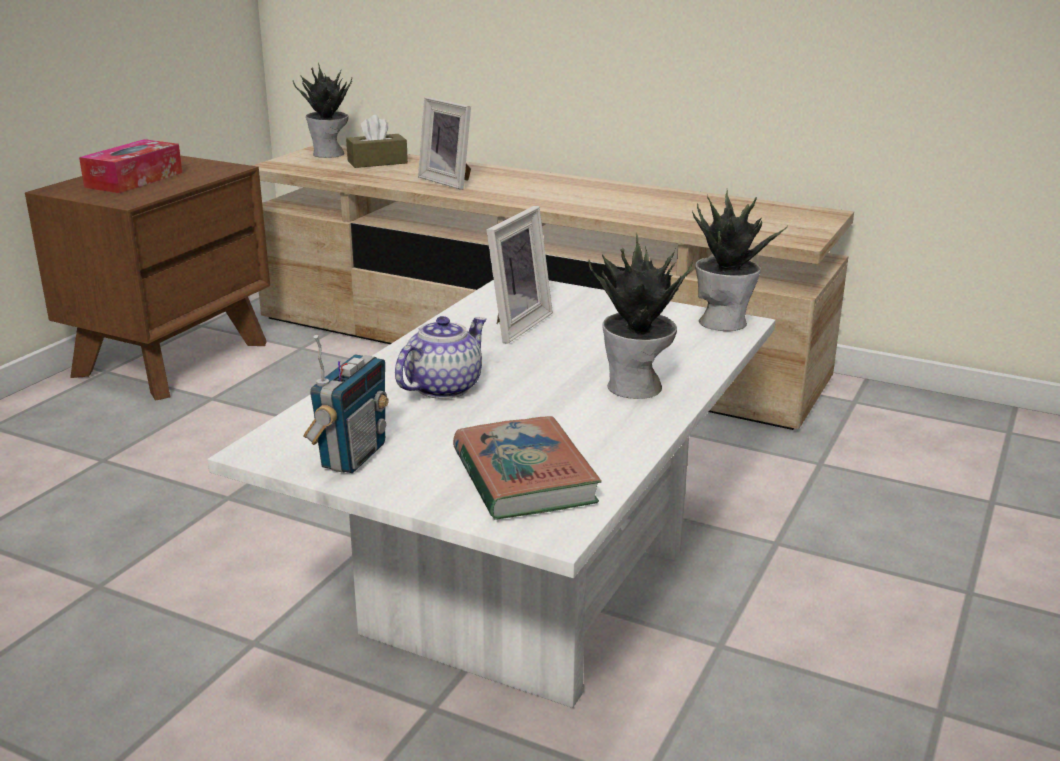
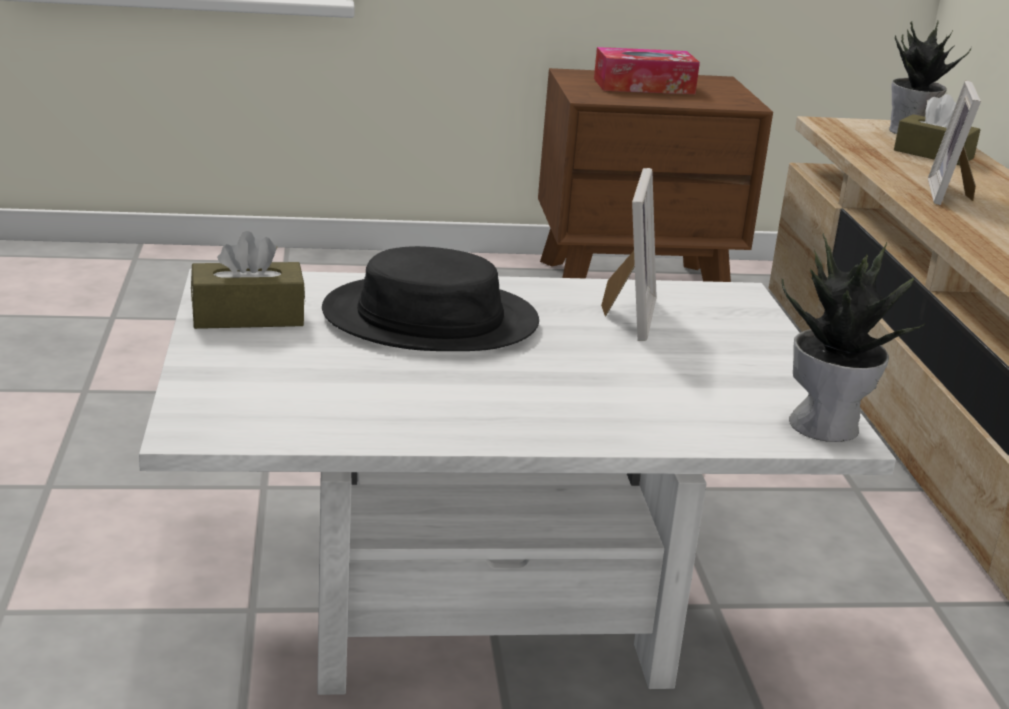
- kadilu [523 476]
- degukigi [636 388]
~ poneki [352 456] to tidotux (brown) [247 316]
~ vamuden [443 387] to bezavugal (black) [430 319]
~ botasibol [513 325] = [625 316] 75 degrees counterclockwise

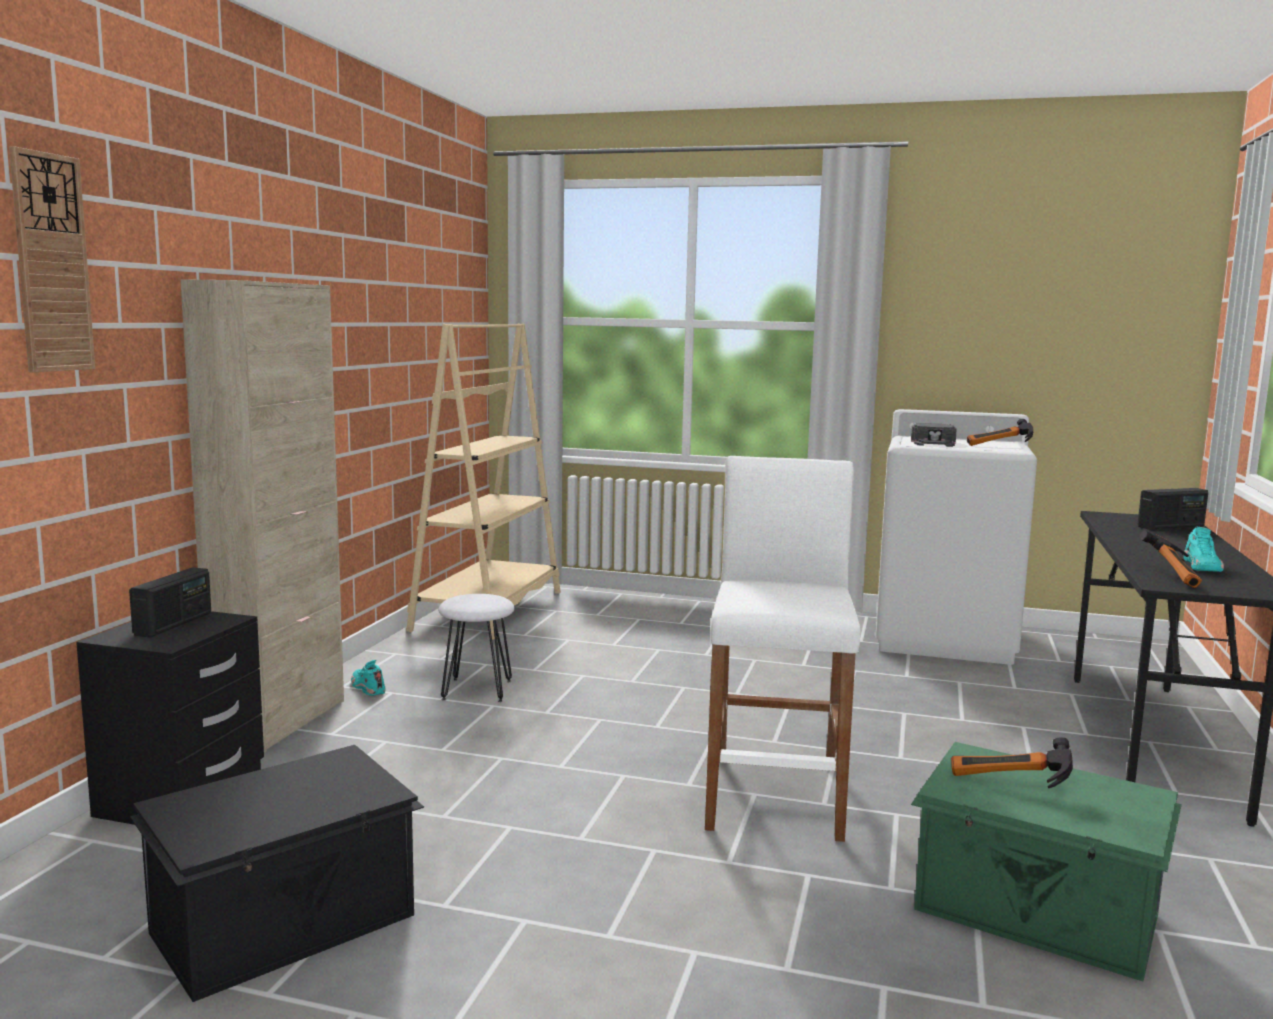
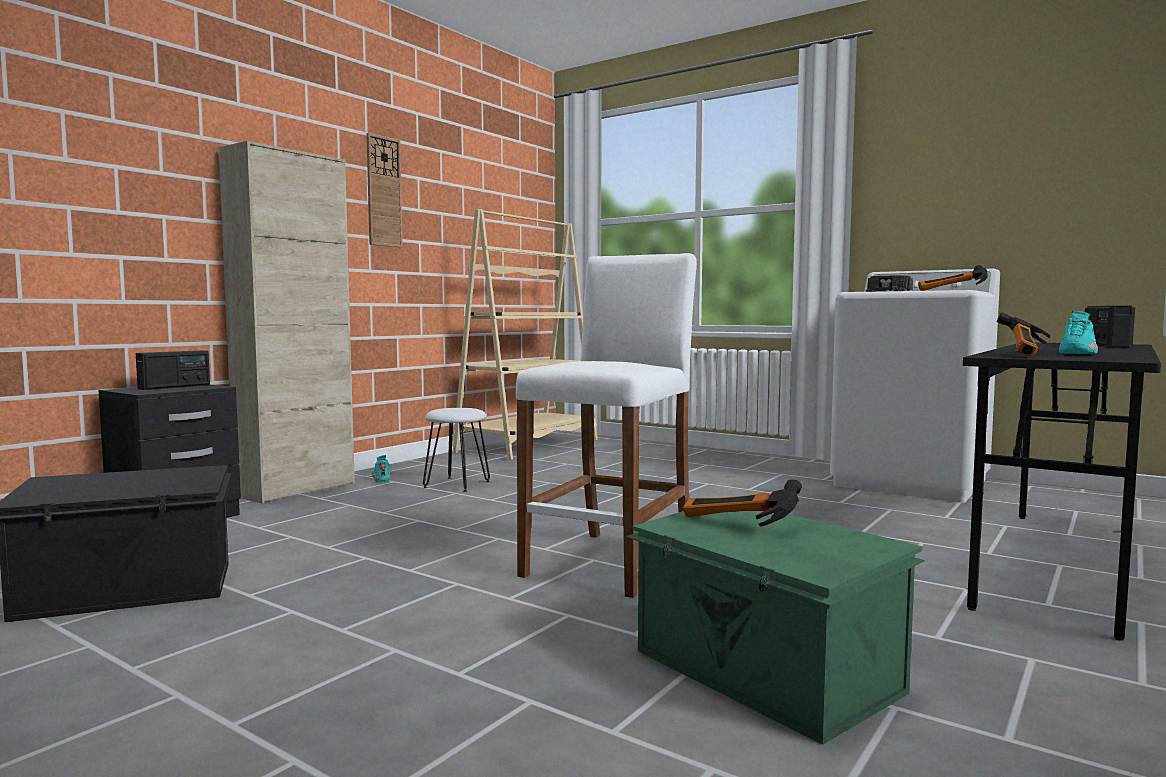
~ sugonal [51 263] to [383 191]
~ poneki [1171 527] = [1105 345] 105 degrees clockwise

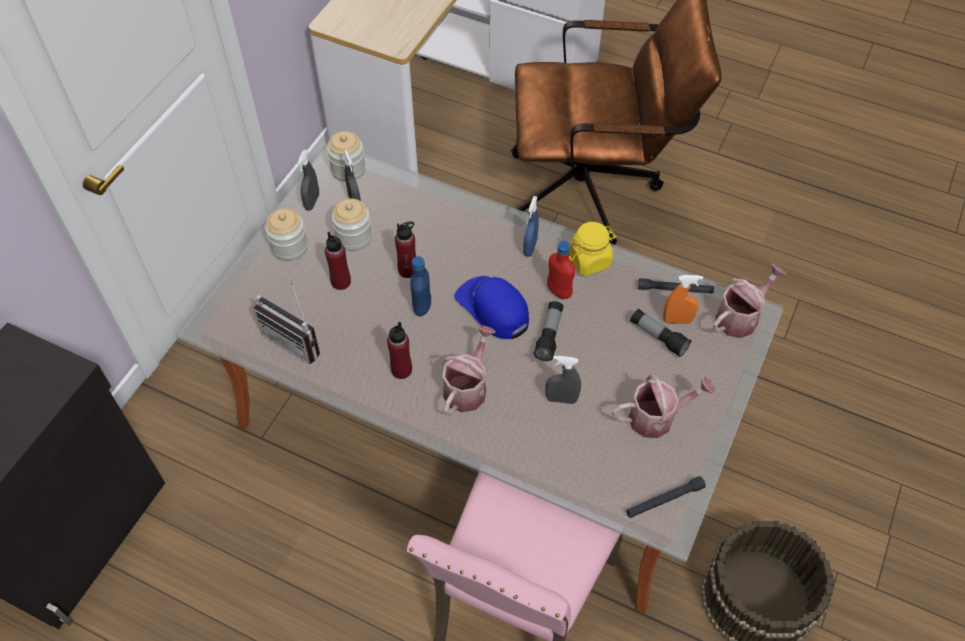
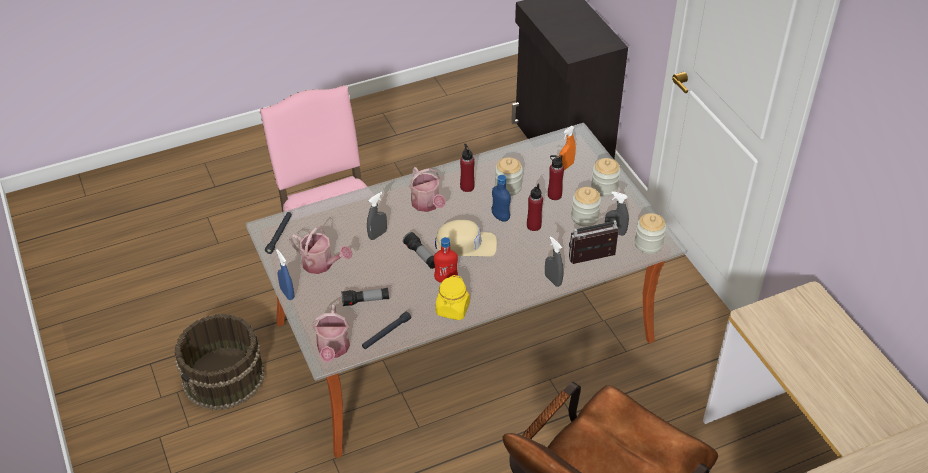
+ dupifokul [508 187]
~ poneki [297 340] to [593 261]
~ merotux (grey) [312 202] to [553 280]
~ merotux (blue) [530 247] to [287 293]
~ merotux (orange) [677 320] to [566 166]
~ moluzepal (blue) [493 309] to moluzepal (beige) [466 244]
~ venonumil [657 417] = [321 264] 90 degrees counterclockwise

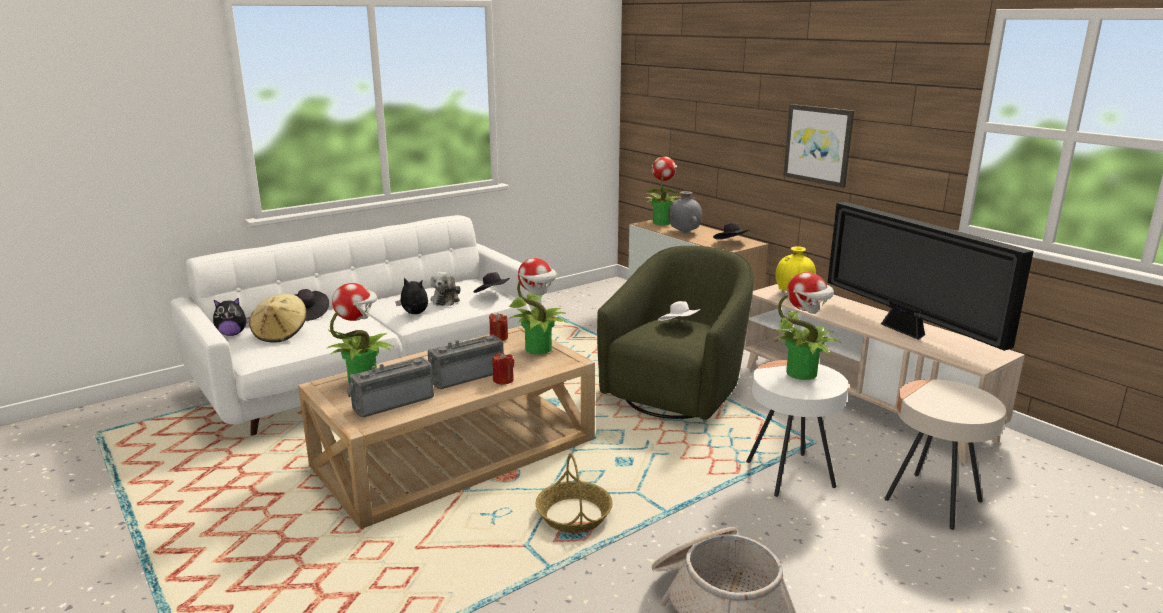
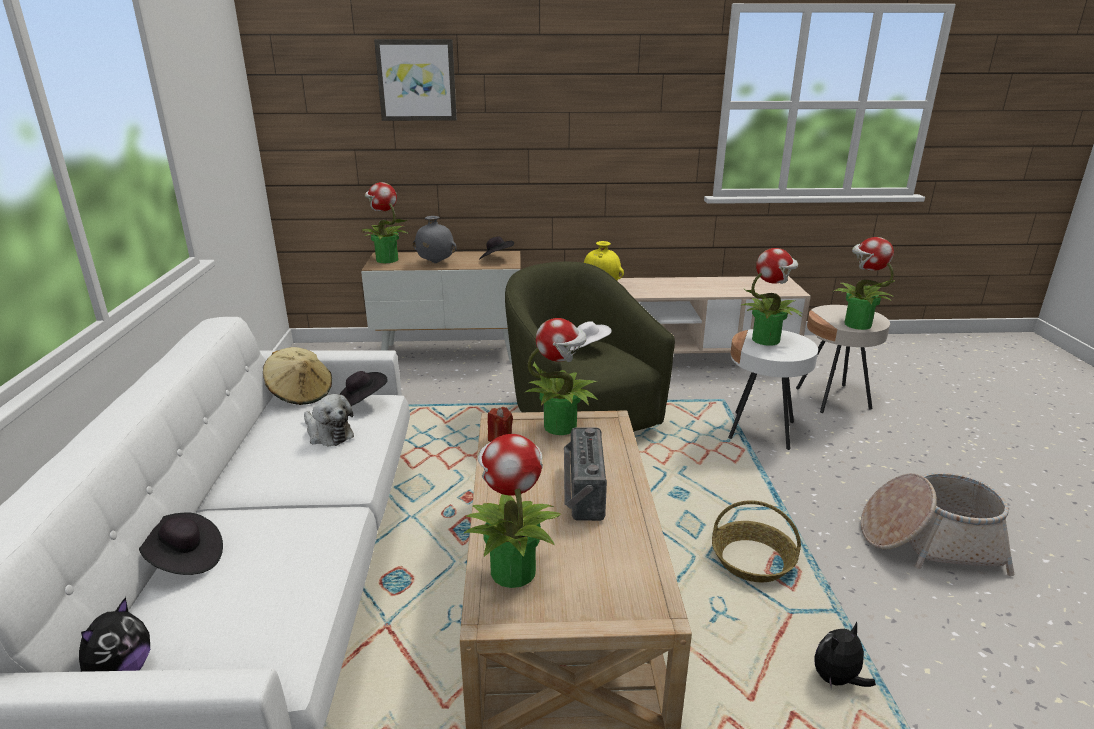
- poneki [392 402]
- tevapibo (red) [503 380]
- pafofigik [906 331]
+ degukigi [856 324]
~ bezavugal (beige) [281 334] to [301 394]
~ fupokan [414 314] to [837 680]
~ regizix [818 144] to [416 80]

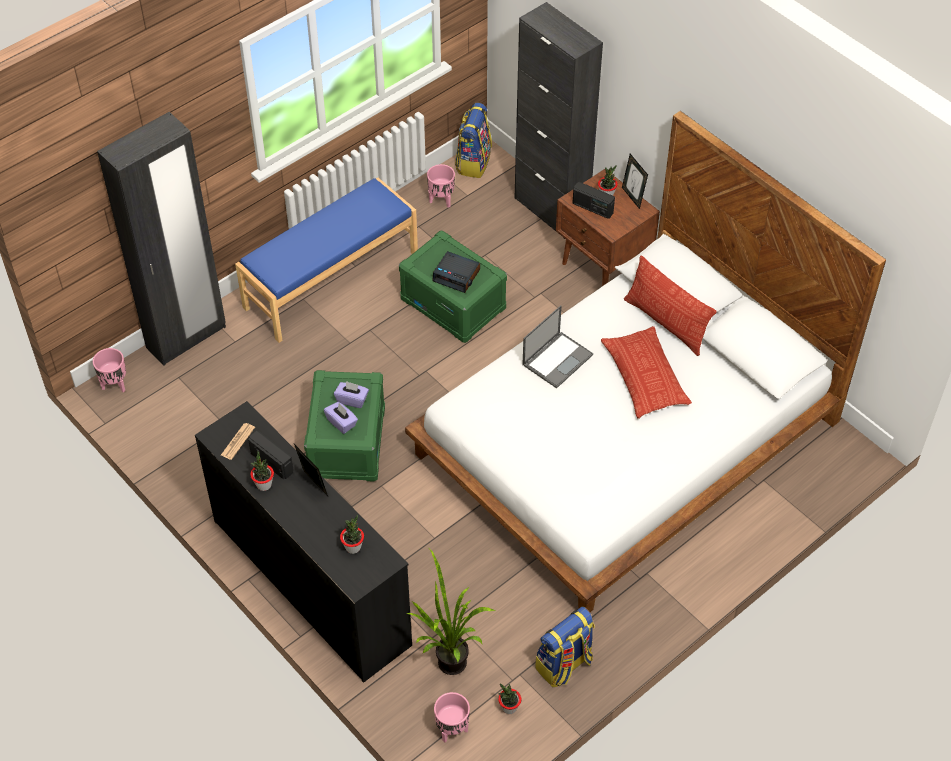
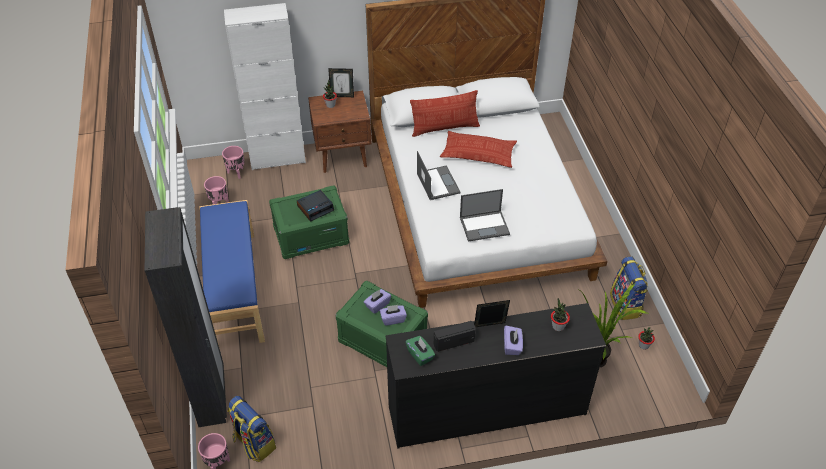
- degukigi [264 485]
- poneki [592 208]
+ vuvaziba [485 225]
+ tidotux (purple) [512 346]
~ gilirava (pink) [452 730] to [236 173]
~ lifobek [473 162] to [253 443]
~ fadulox [237 441] to tidotux (green) [420 355]
~ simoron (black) [551 210] to simoron (white) [277 158]

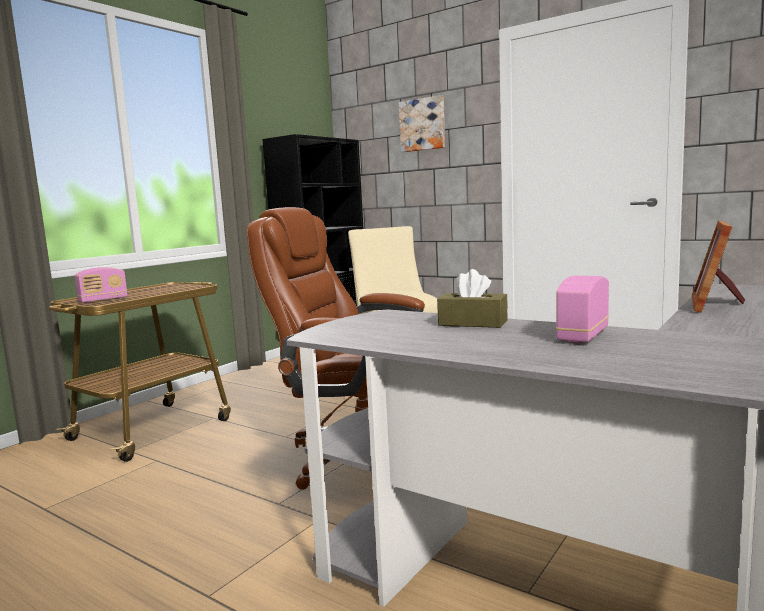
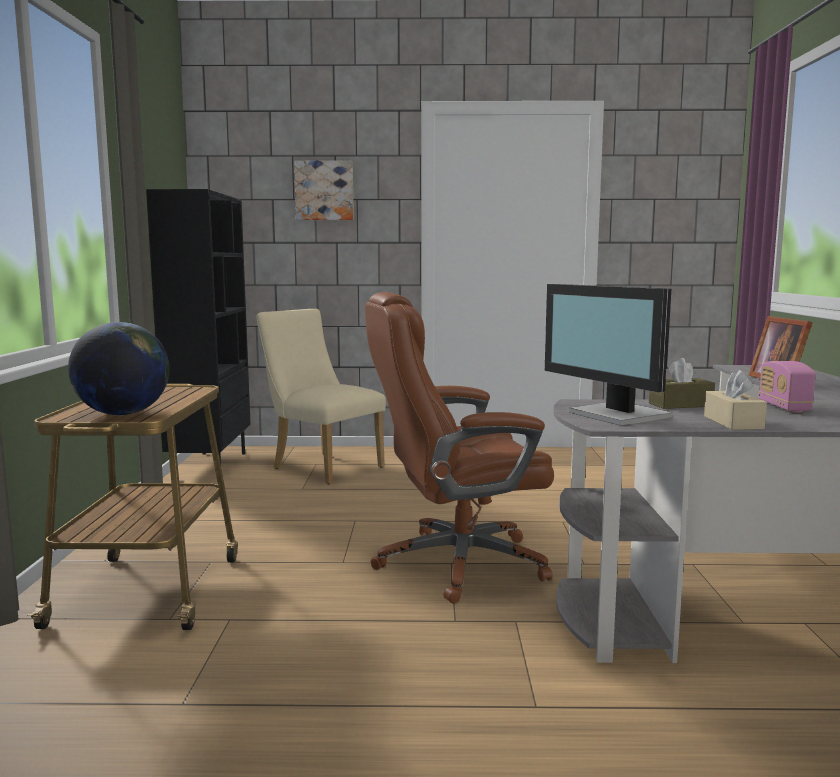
+ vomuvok [617 415]
+ tidotux (beige) [733 422]
~ poneki [103 300] to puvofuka [123 414]

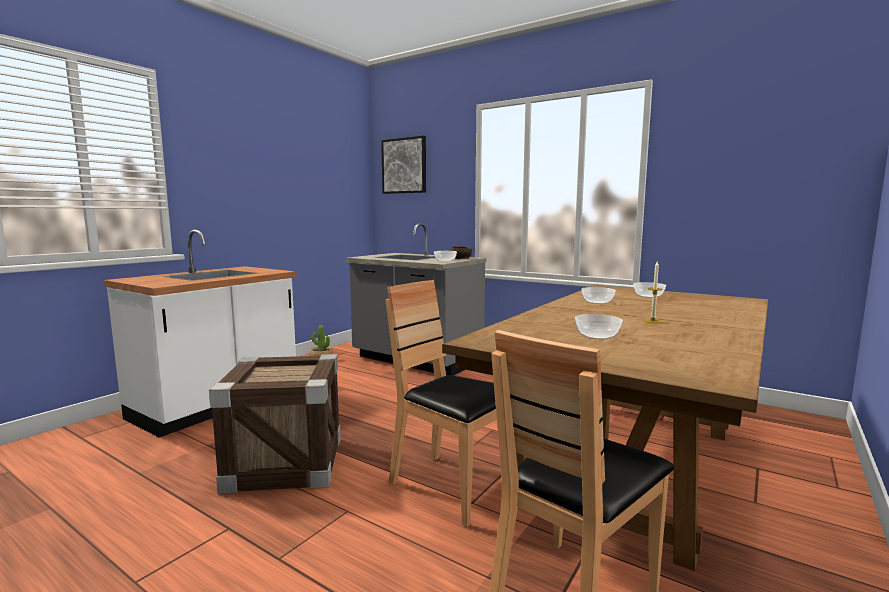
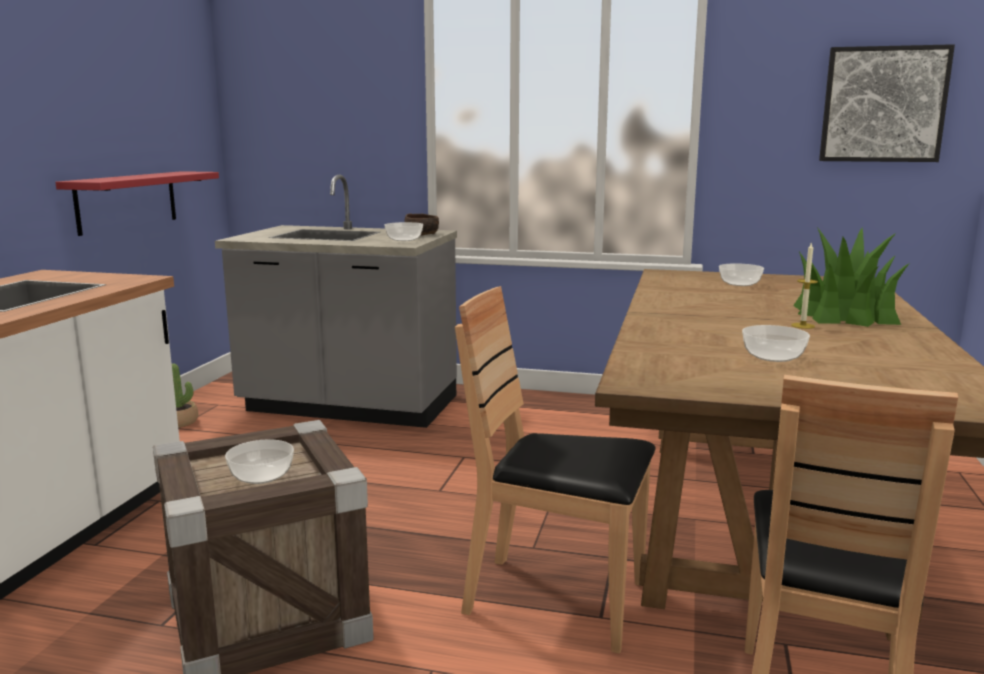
+ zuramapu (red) [127 201]
+ degukigi [845 314]
~ regizix [404 166] to [883 104]
~ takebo [597 302] to [260 476]

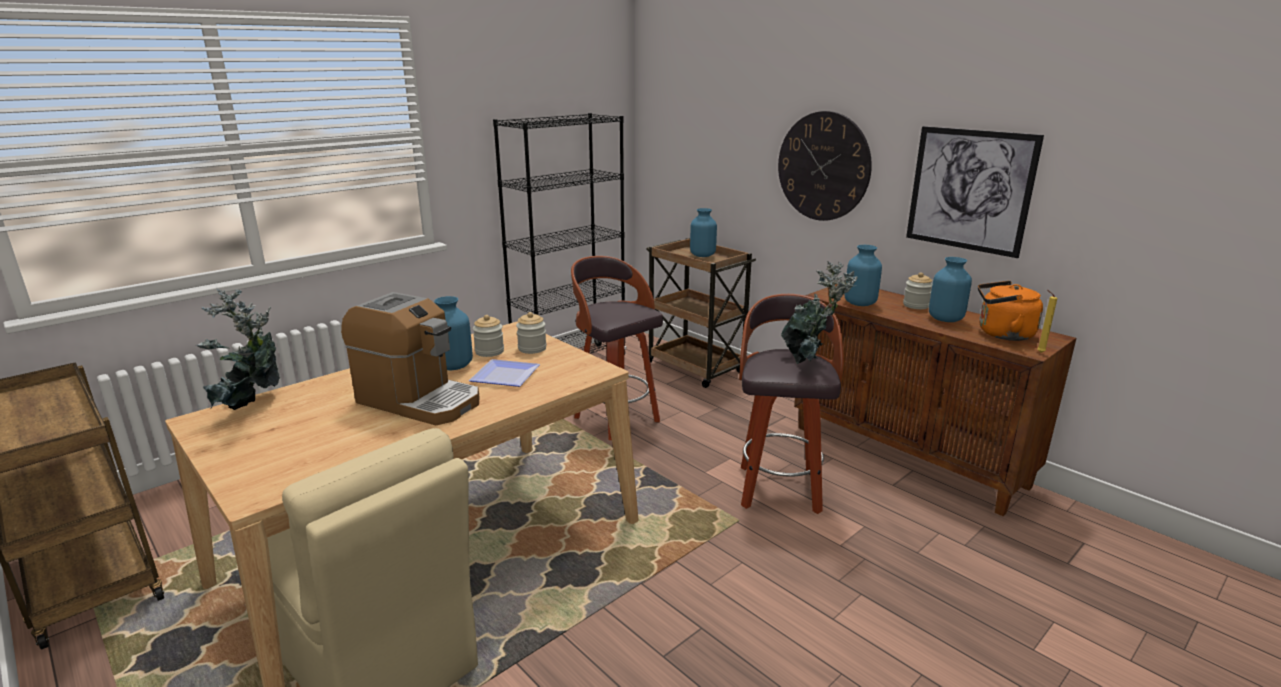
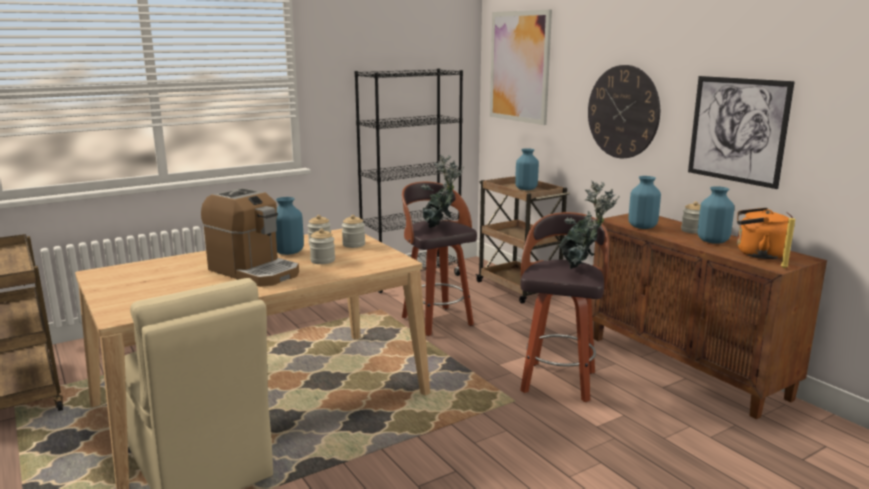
+ regizix [519 66]
~ degukigi [254 408] to [439 228]
~ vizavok [503 376] to dupifokul [322 260]

